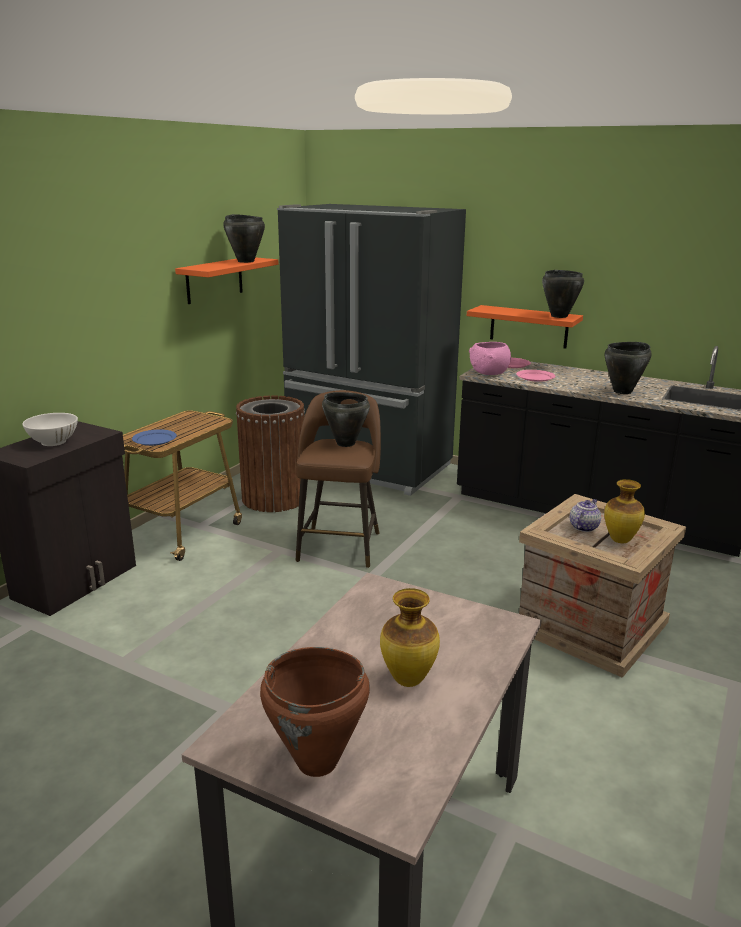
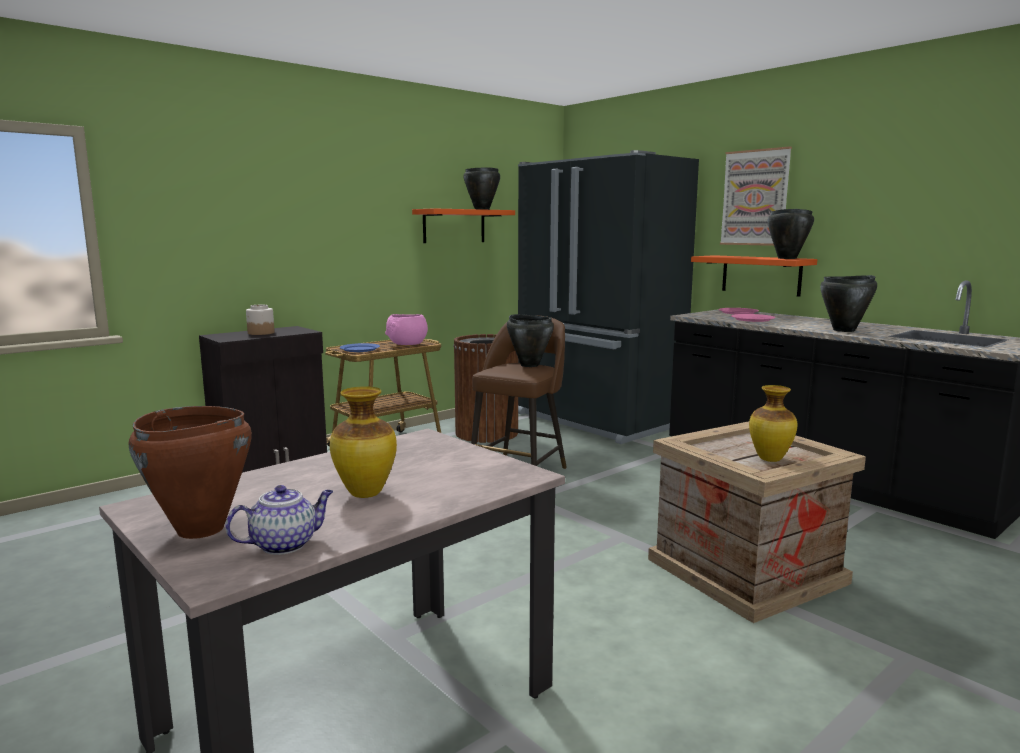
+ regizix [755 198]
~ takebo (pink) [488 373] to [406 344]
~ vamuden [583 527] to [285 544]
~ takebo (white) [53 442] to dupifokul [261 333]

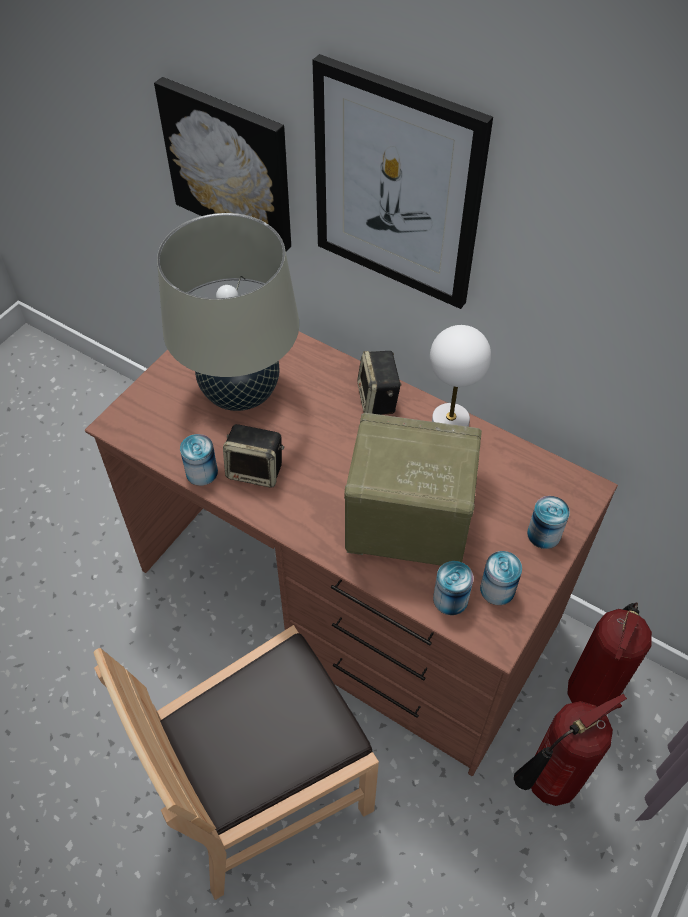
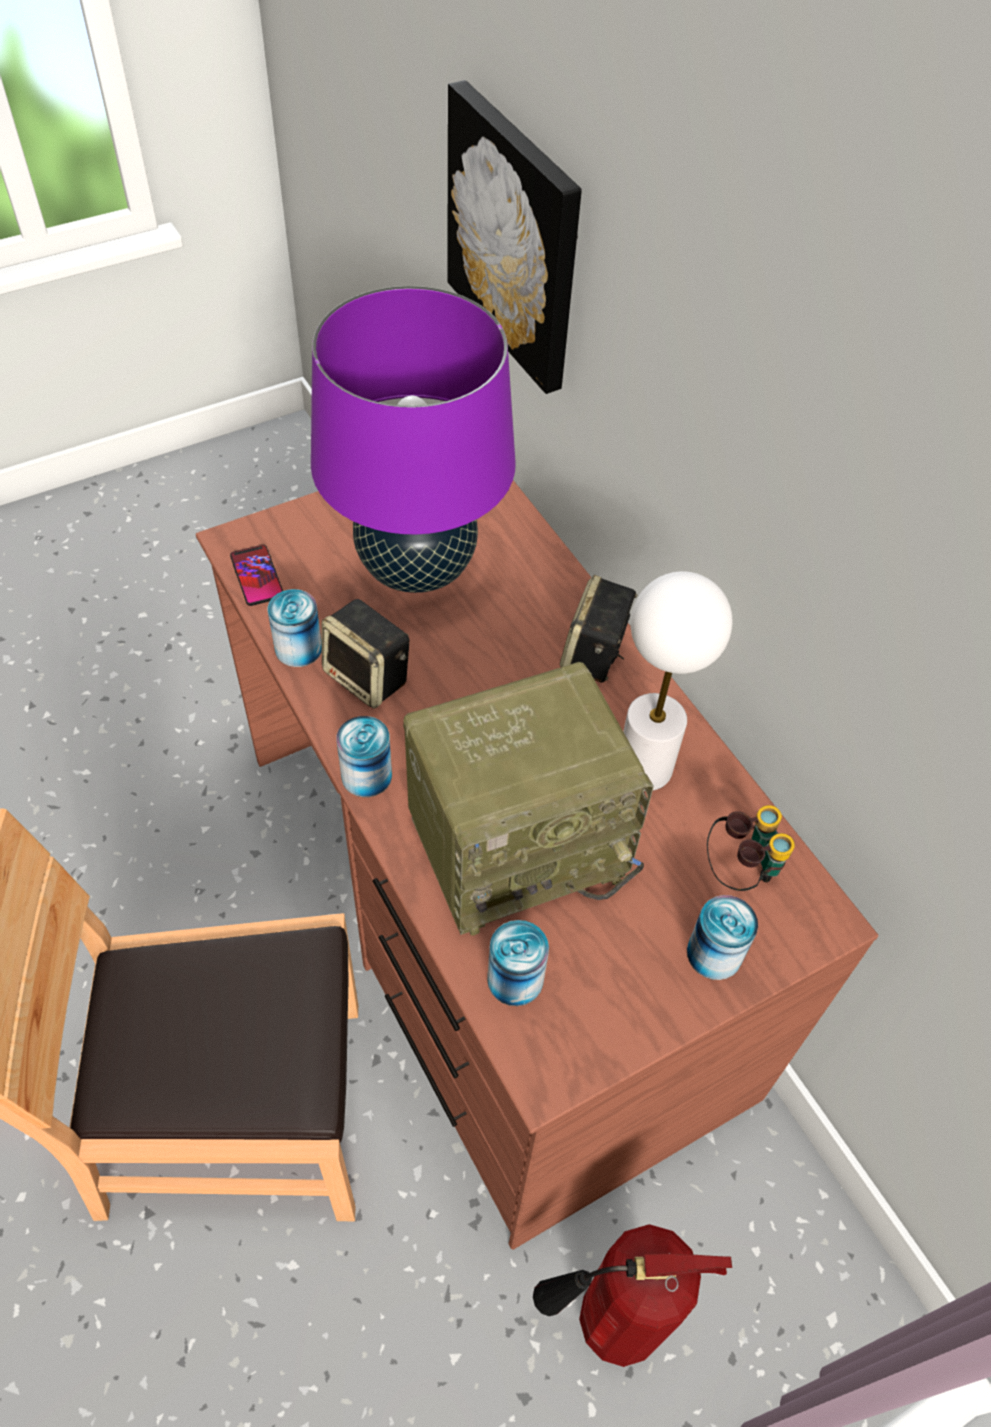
- regizix [397 186]
- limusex [590 690]
+ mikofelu [257 576]
+ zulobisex [740 870]
~ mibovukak [497 589] to [366 775]
~ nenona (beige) [240 392] to nenona (purple) [416 567]
~ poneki [405 524] = [519 842] 120 degrees clockwise

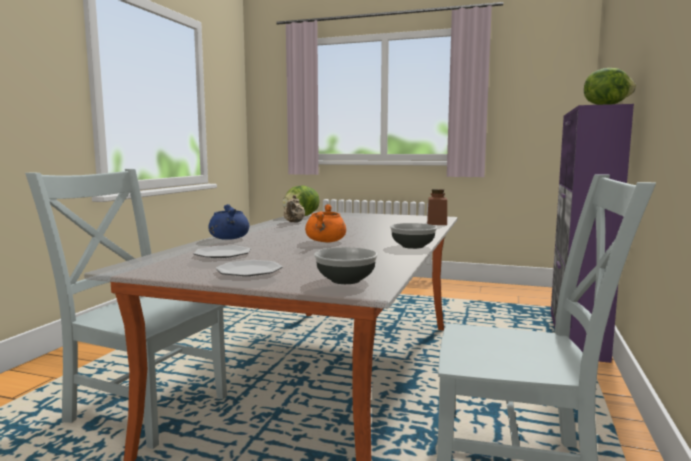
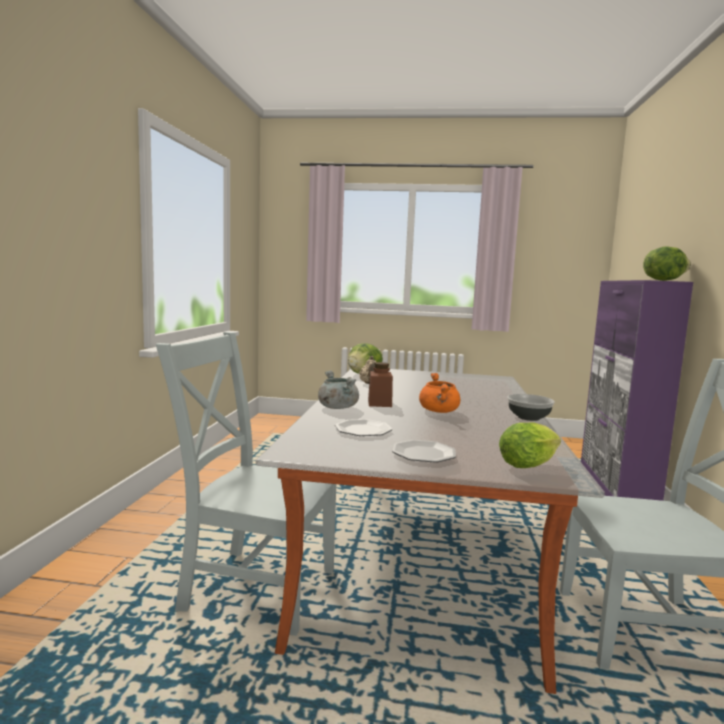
~ dupifokul (brown) [436 223] to [379 403]
~ takebo [345 280] to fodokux [530 465]
~ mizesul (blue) [228 238] to mizesul (grey) [337 407]

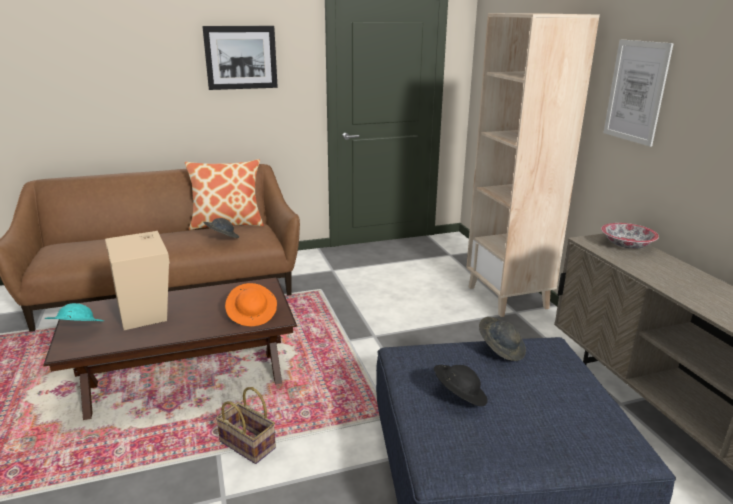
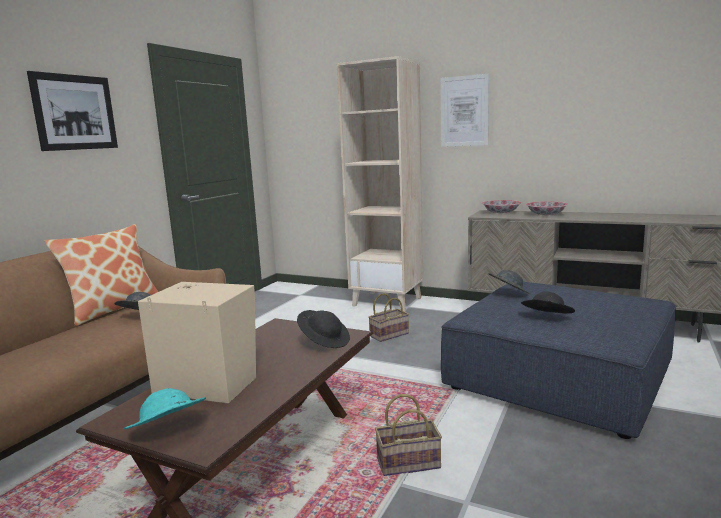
+ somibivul [389 334]
+ takebo [546 214]
~ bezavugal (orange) [252 315] to bezavugal (black) [324 341]

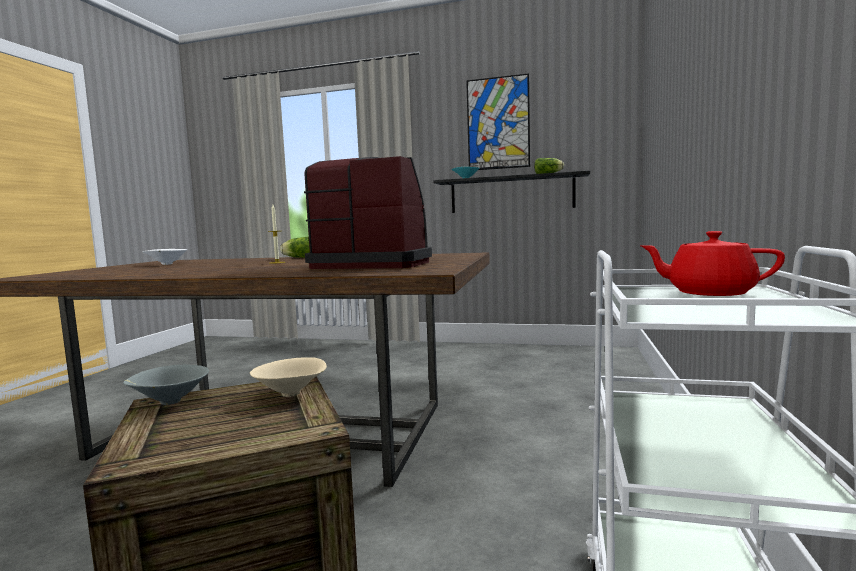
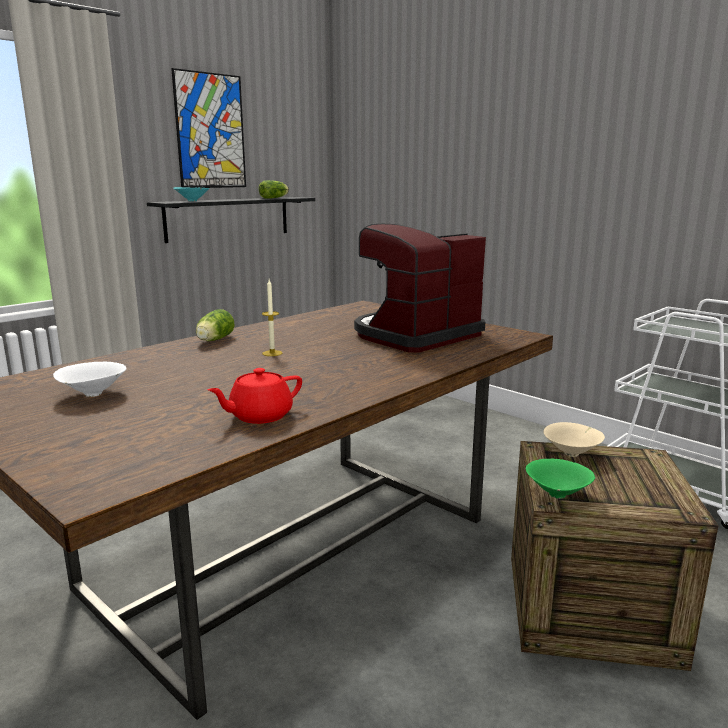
~ vamuden (red) [709 292] to [259 416]
~ takebo (grey) [168 402] to takebo (green) [557 496]

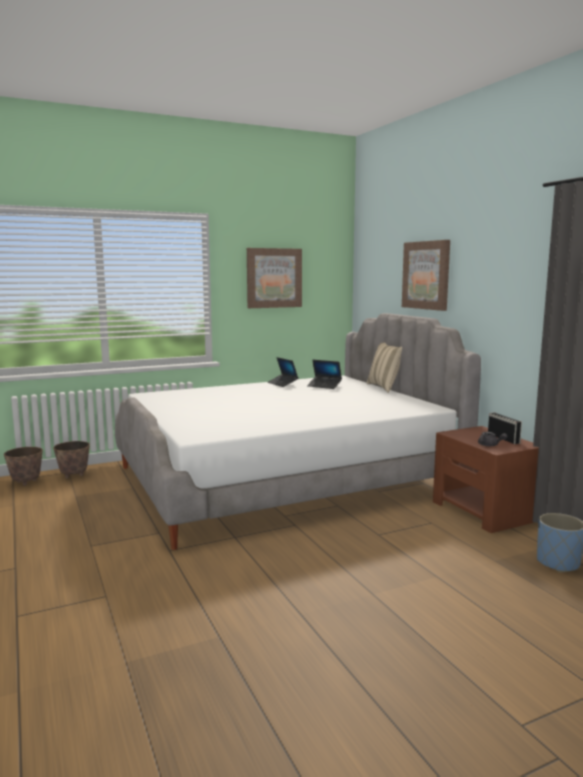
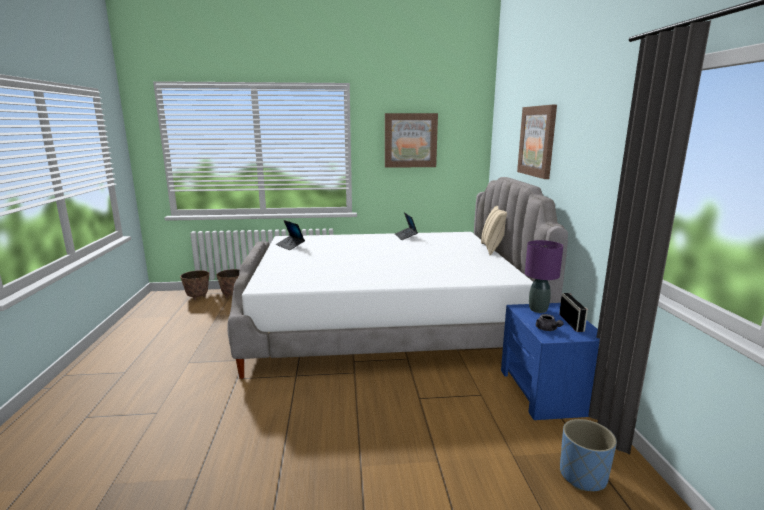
+ nenona (purple) [538 309]
~ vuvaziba [324 386] to [290 246]
~ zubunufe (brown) [484 511] to zubunufe (blue) [546 391]

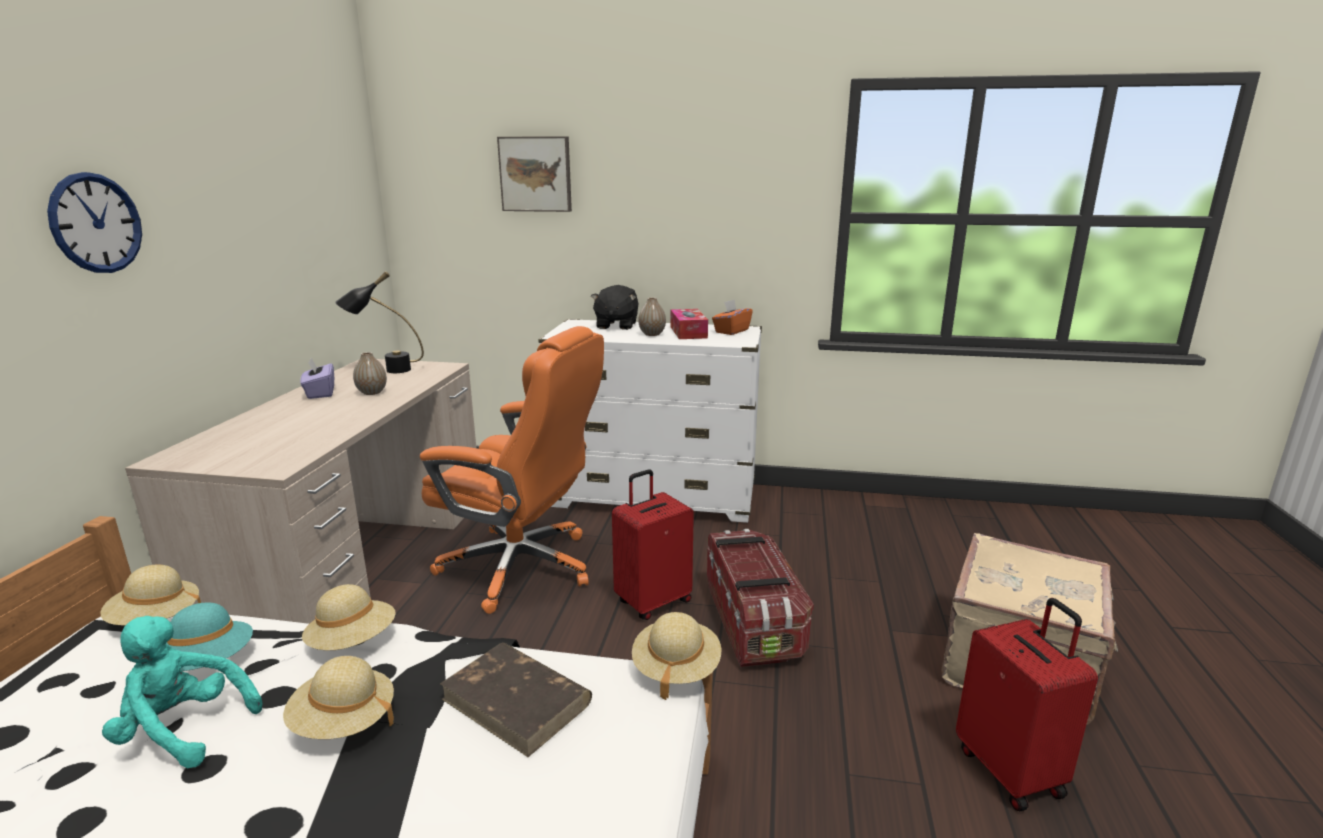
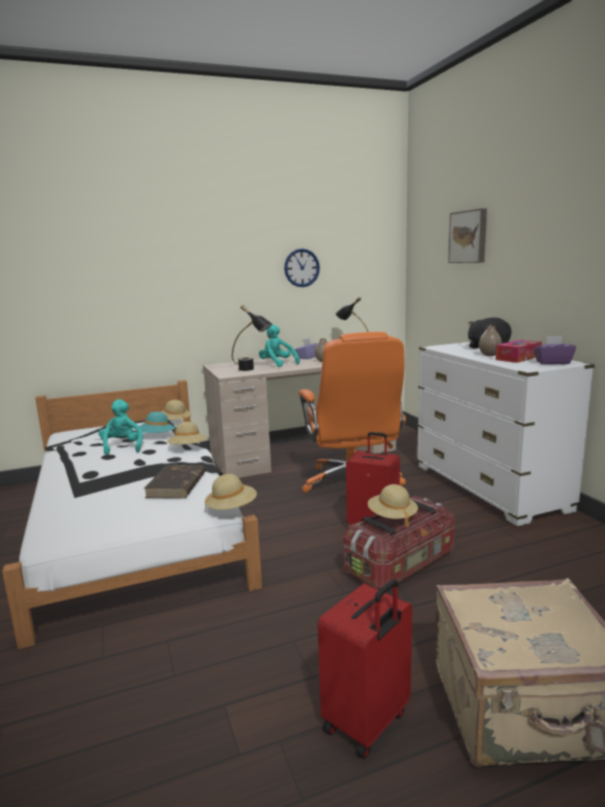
+ nenona (black) [252 369]
+ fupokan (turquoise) [277 364]
~ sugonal [96 223] to [301 268]
~ bezavugal (beige) [343 722] to [392 517]
~ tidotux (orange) [731 331] to tidotux (purple) [553 362]

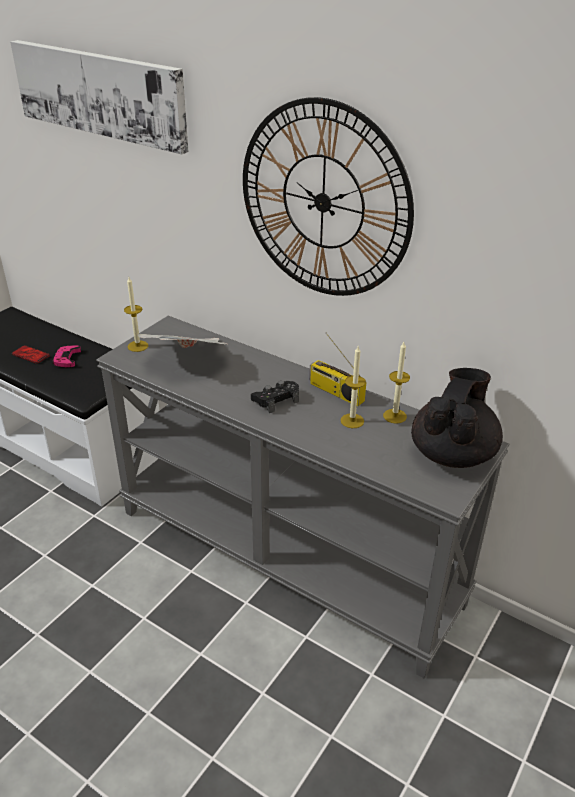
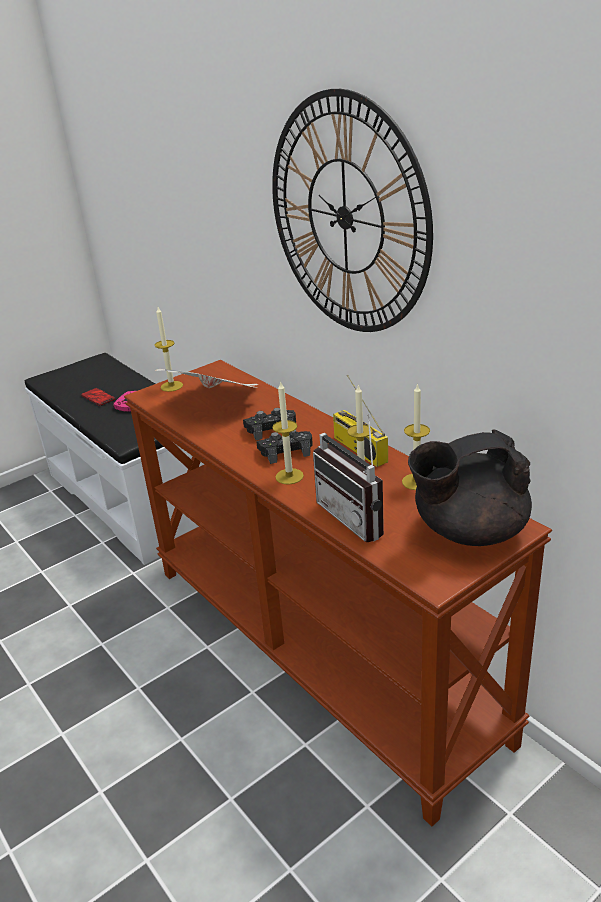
- regizix [100 93]
+ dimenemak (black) [271 429]
+ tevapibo [289 476]
+ poneki [358 516]
~ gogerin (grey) [288 555] to gogerin (brown) [319 647]
~ vamuden (black) [452 453] = [468 531] 150 degrees counterclockwise

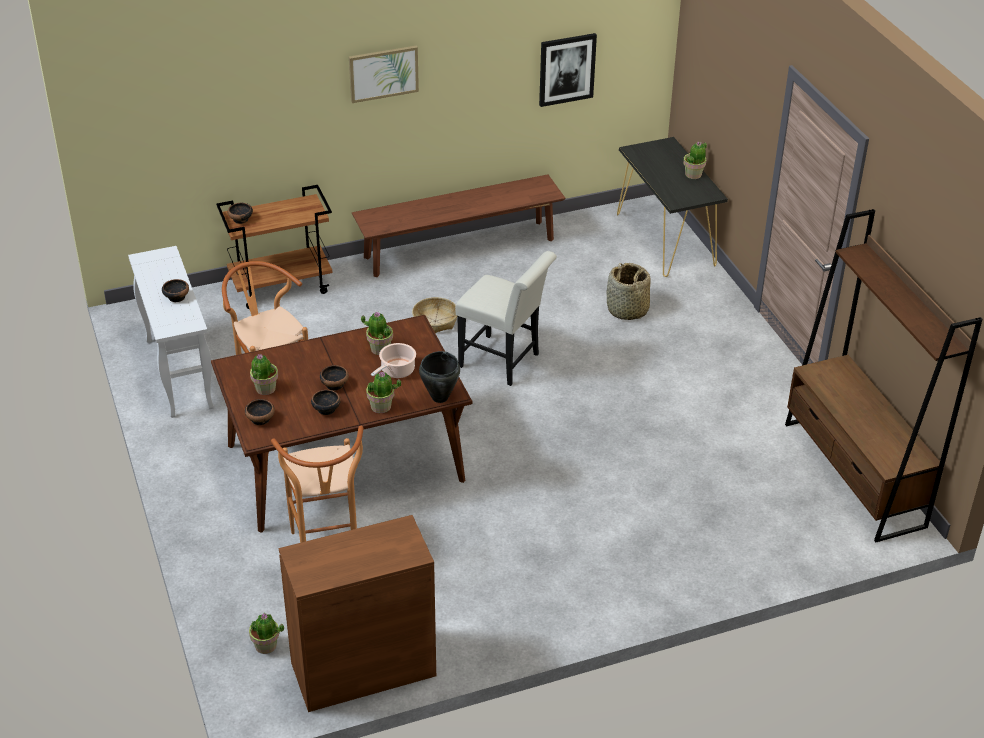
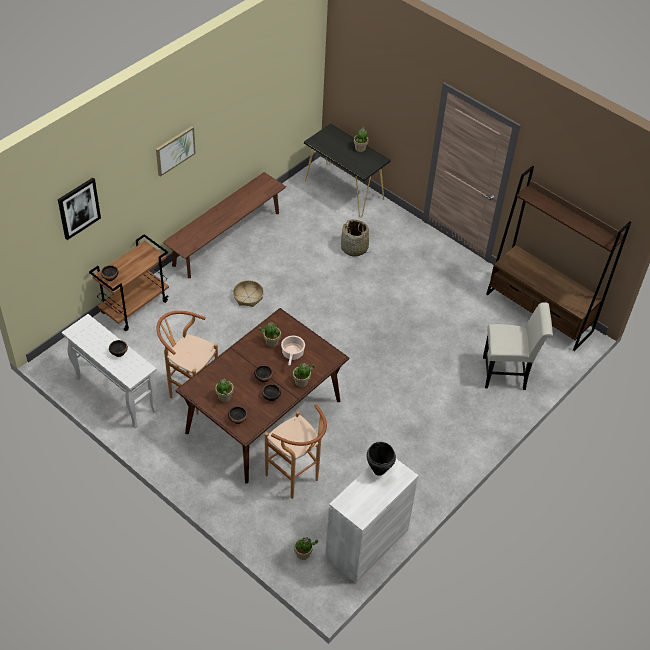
~ mizesul (black) [439 397] to [378 471]
~ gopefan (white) [504 362] to [508 373]
~ regizix [566 69] to [78 208]
~ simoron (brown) [363 669] to simoron (white) [366 543]

